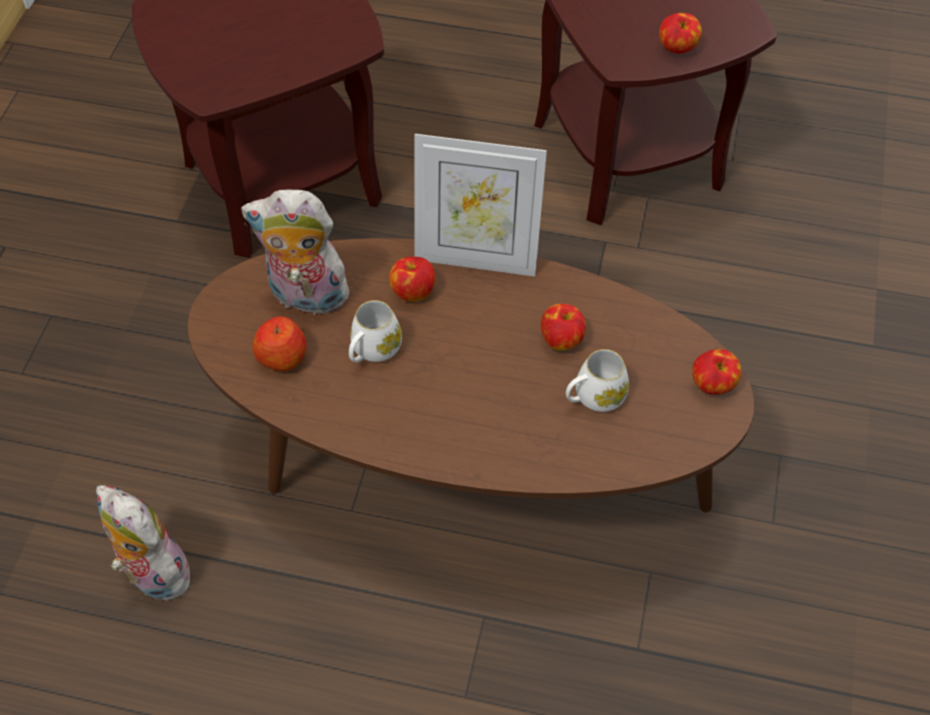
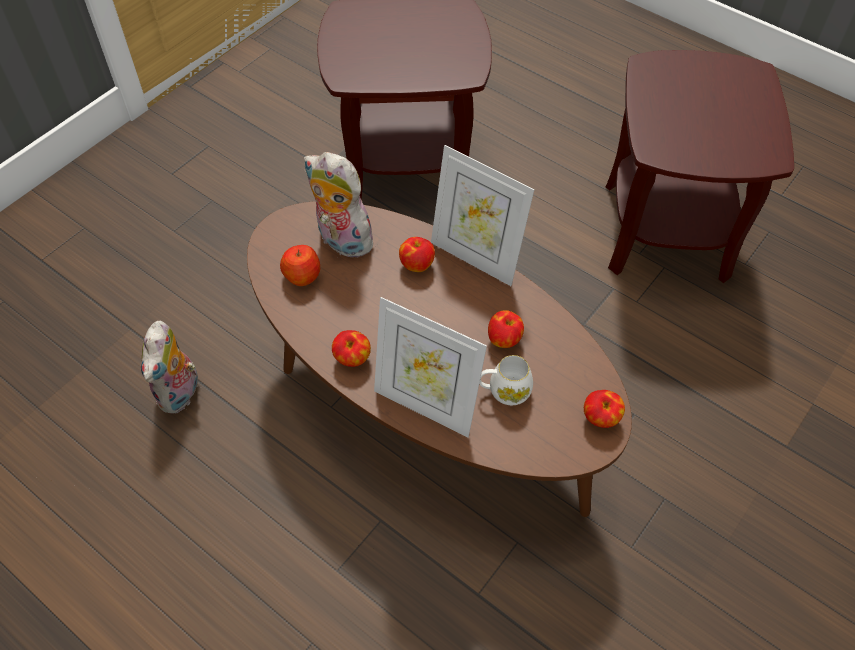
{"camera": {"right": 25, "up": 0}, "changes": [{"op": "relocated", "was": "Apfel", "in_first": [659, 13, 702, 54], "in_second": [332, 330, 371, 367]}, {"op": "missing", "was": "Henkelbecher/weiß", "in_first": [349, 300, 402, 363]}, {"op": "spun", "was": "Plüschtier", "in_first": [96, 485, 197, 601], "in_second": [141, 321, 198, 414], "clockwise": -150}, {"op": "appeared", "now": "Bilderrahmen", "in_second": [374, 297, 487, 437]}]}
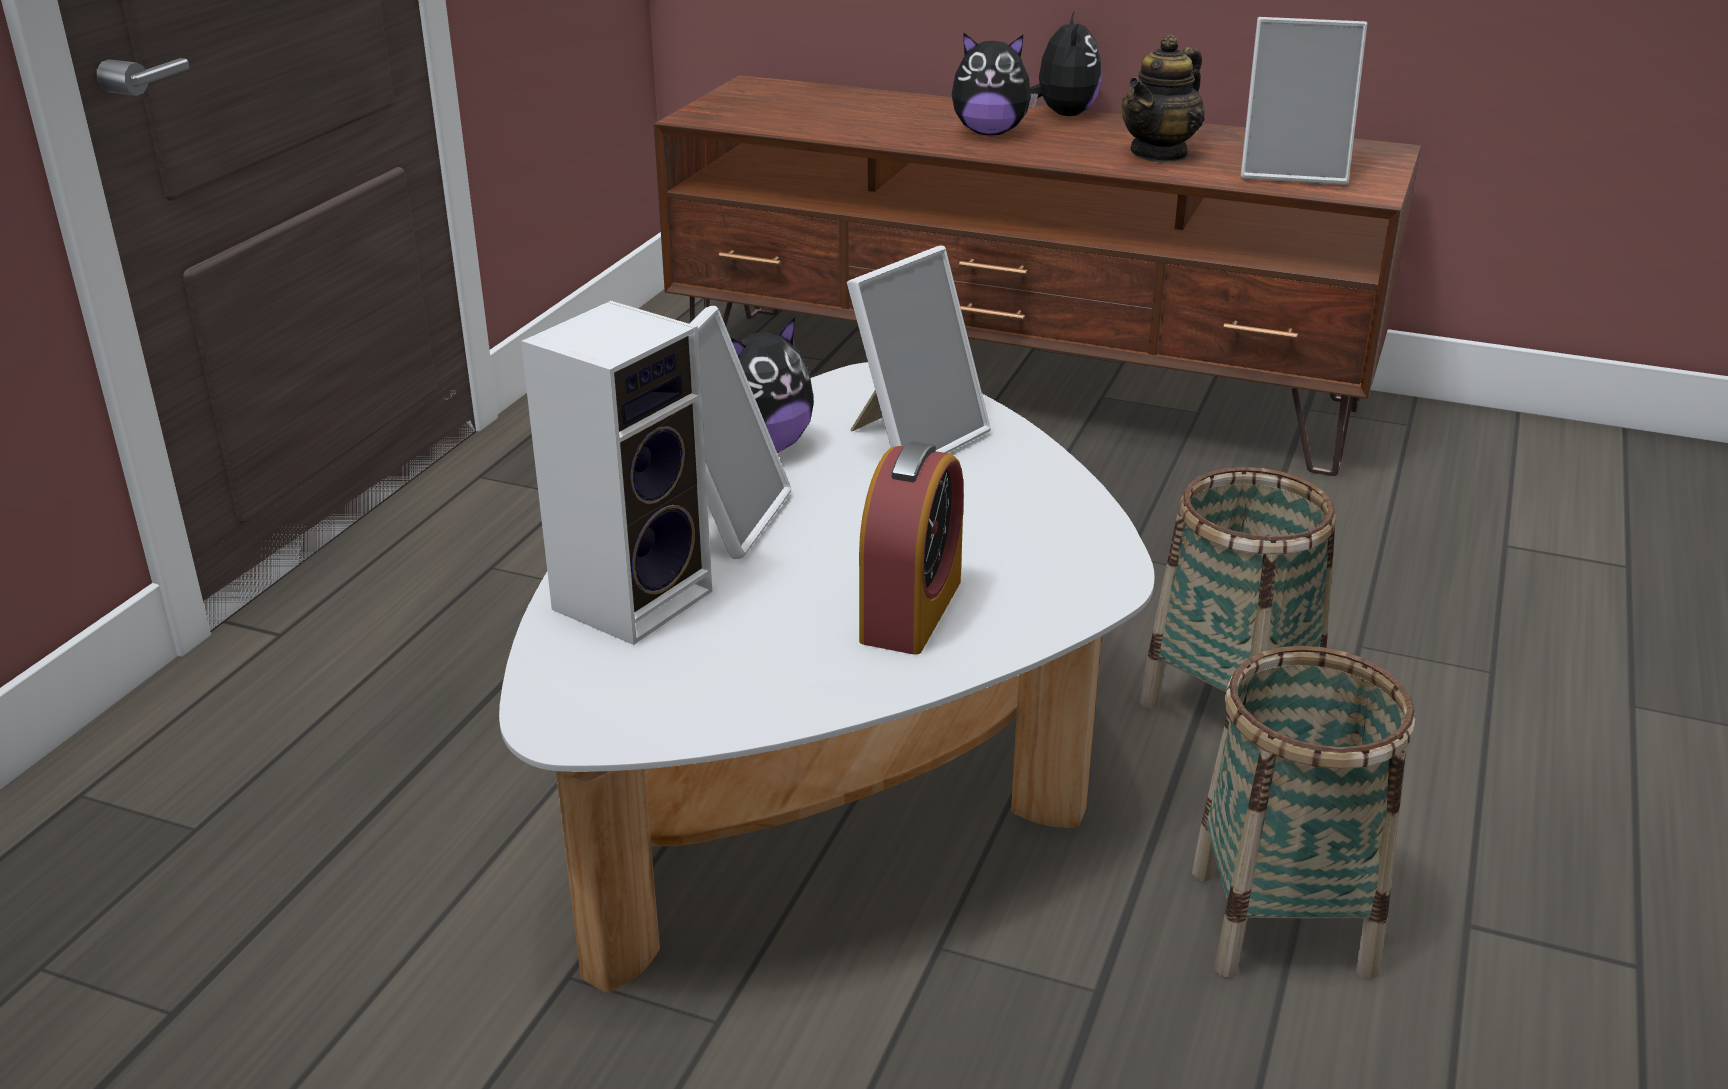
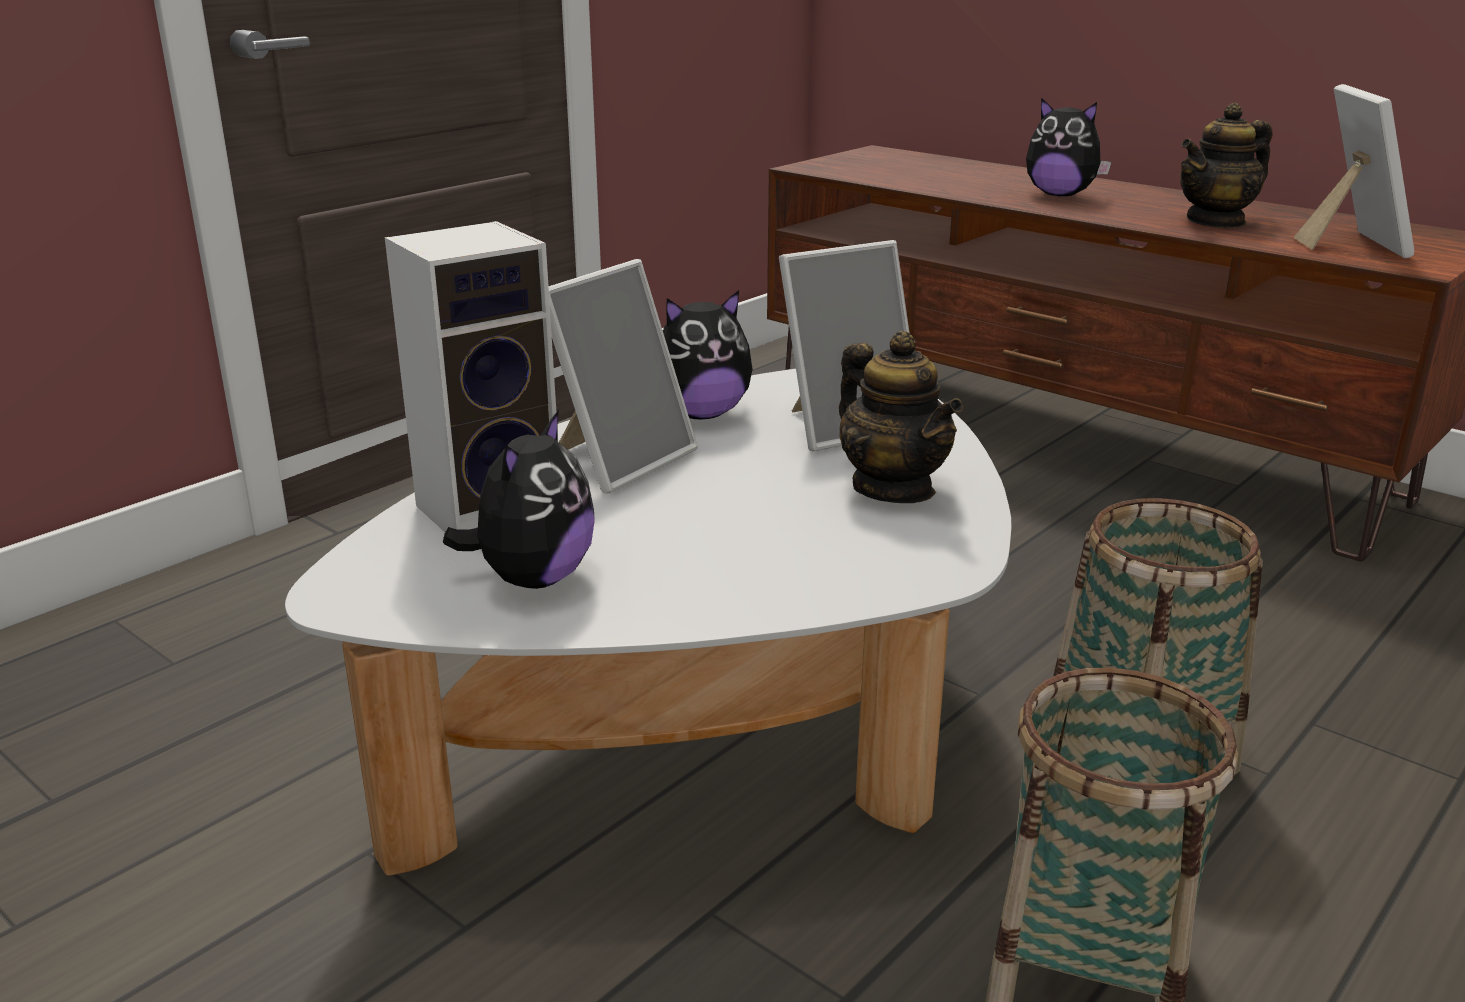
{"camera": {"right": 20, "up": -5}, "changes": [{"op": "relocated", "was": "Plüschtier", "in_first": [1030, 10, 1102, 116], "in_second": [443, 410, 595, 589]}, {"op": "spun", "was": "Bilderrahmen", "in_first": [1241, 17, 1367, 185], "in_second": [1293, 84, 1414, 258], "clockwise": -120}, {"op": "missing", "was": "Wecker", "in_first": [859, 441, 964, 655]}, {"op": "appeared", "now": "Teekanne", "in_second": [839, 331, 963, 503]}]}
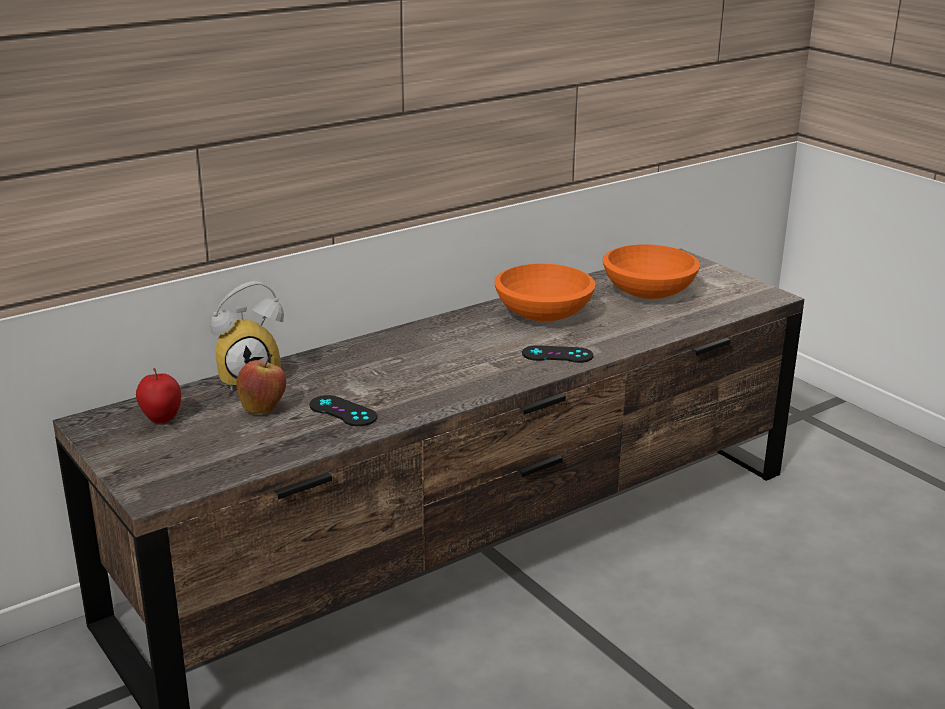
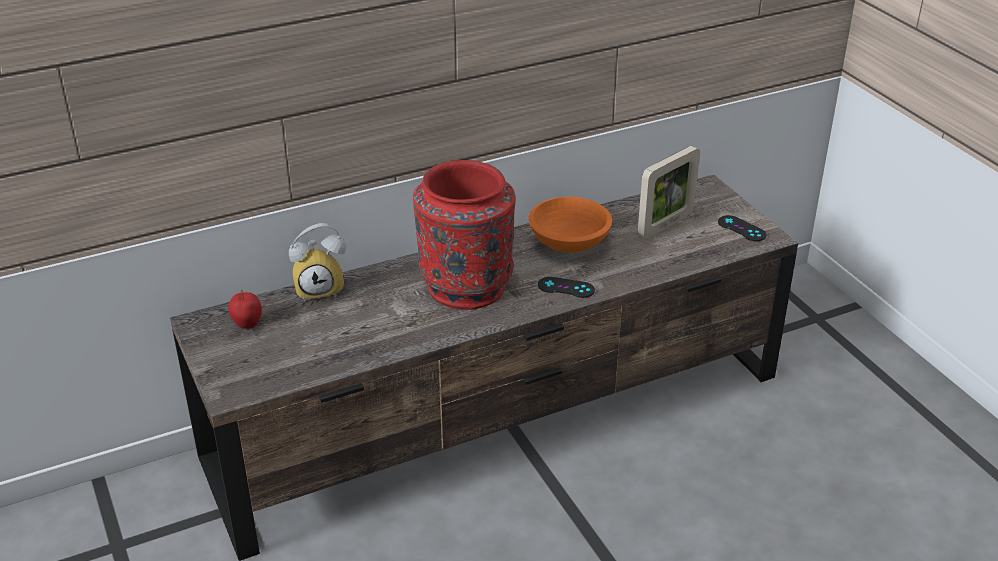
{"camera": {"right": 10, "up": 10}, "changes": [{"op": "exchanged", "was": "Schüssel/orange", "now": "Bilderrahmen", "in_first": [603, 244, 700, 299], "in_second": [638, 146, 700, 239]}, {"op": "missing", "was": "Apfel", "in_first": [236, 354, 286, 414]}, {"op": "relocated", "was": "Gamepad/schwarz", "in_first": [309, 395, 377, 426], "in_second": [718, 215, 766, 241]}, {"op": "appeared", "now": "Vase/rot", "in_second": [413, 160, 515, 310]}]}
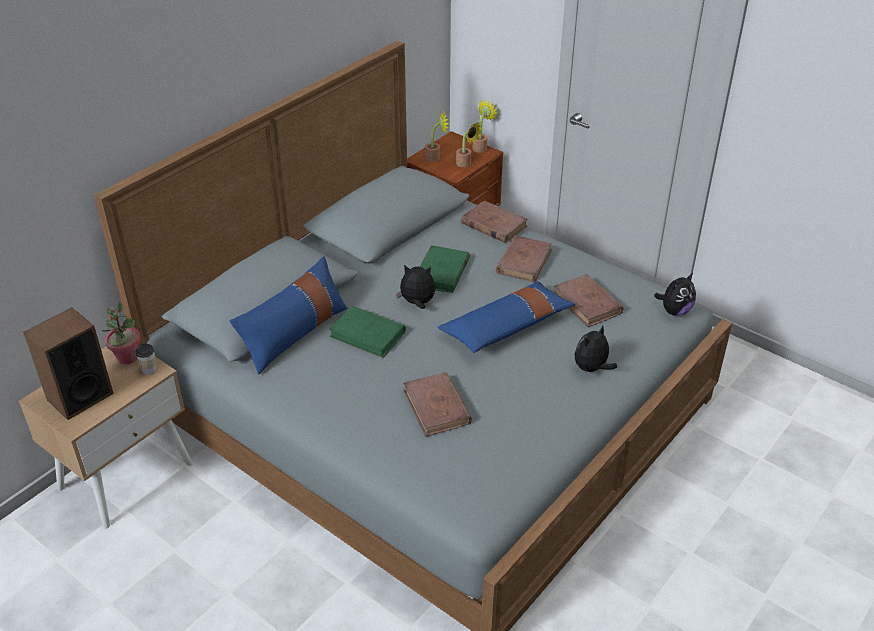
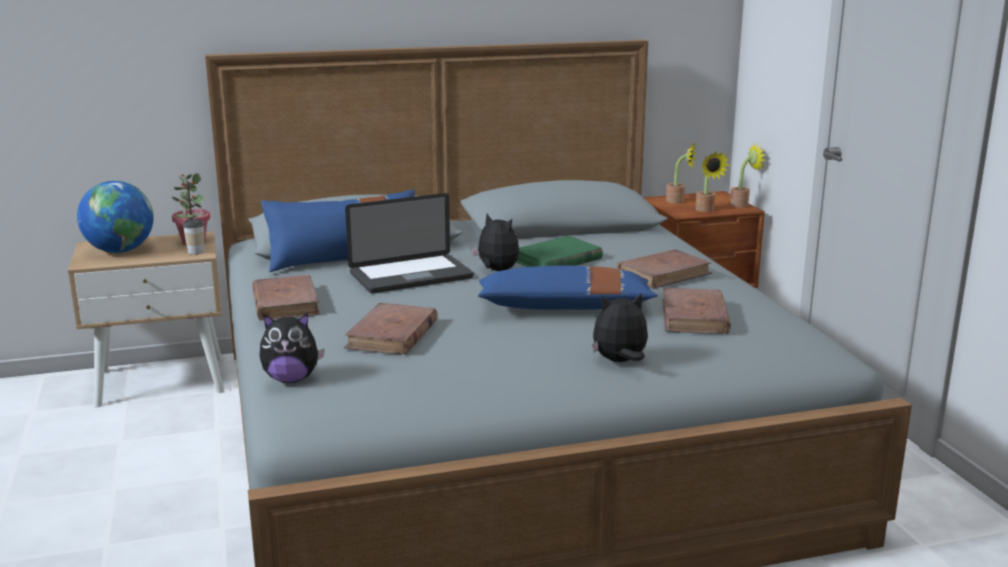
{"camera": {"right": 35, "up": -20}, "changes": [{"op": "relocated", "was": "Buch/braun", "in_first": [461, 200, 528, 243], "in_second": [252, 275, 320, 321]}, {"op": "relocated", "was": "Plüschtier", "in_first": [654, 273, 696, 316], "in_second": [259, 313, 325, 383]}, {"op": "exchanged", "was": "Buch/grün", "now": "Laptop", "in_first": [329, 306, 406, 358], "in_second": [345, 193, 474, 293]}, {"op": "exchanged", "was": "Lautsprecher", "now": "Globus", "in_first": [23, 307, 114, 420], "in_second": [77, 181, 153, 253]}]}
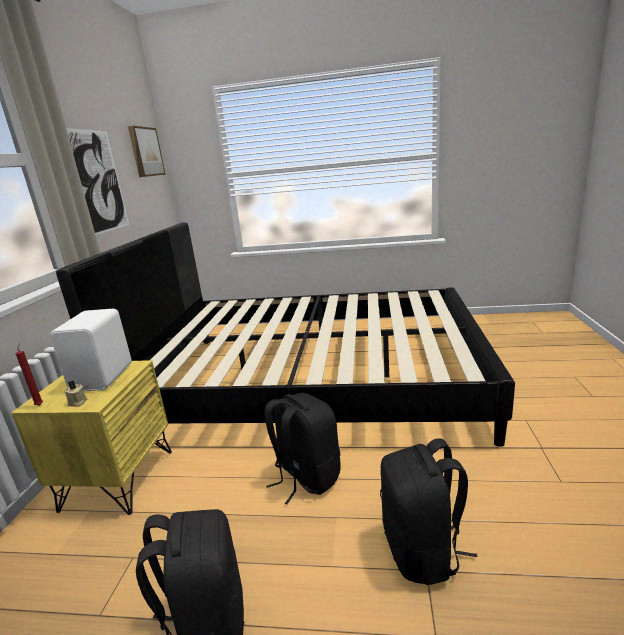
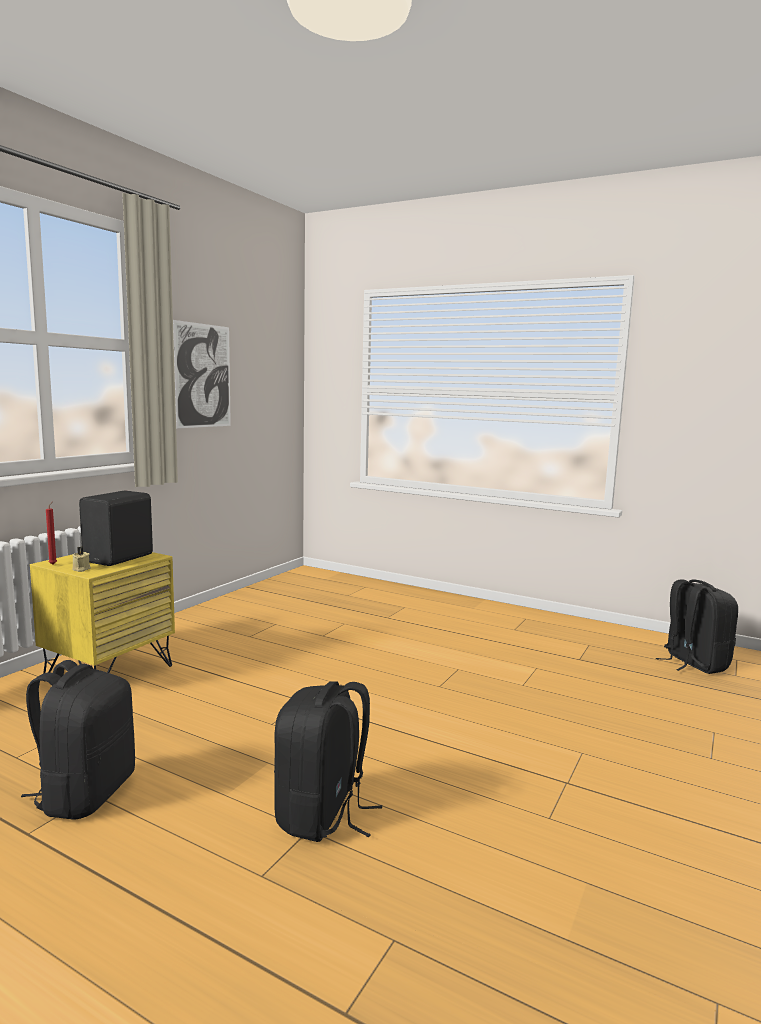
{"camera": {"right": 20, "up": -10}, "changes": [{"op": "missing", "was": "Bild", "in_first": [128, 126, 165, 177]}, {"op": "missing", "was": "Bett/schwarz", "in_first": [56, 222, 515, 447]}, {"op": "colour", "was": "Lautsprecher/weiß", "now": "Lautsprecher/schwarz", "in_first": [50, 309, 132, 391], "in_second": [79, 490, 153, 566]}, {"op": "relocated", "was": "Rucksack/schwarz", "in_first": [265, 393, 341, 504], "in_second": [656, 579, 738, 674]}]}
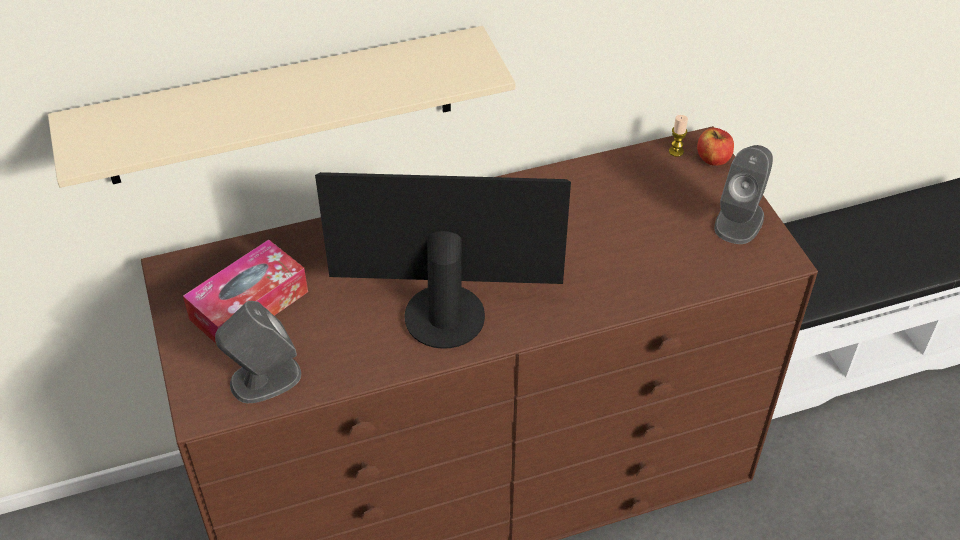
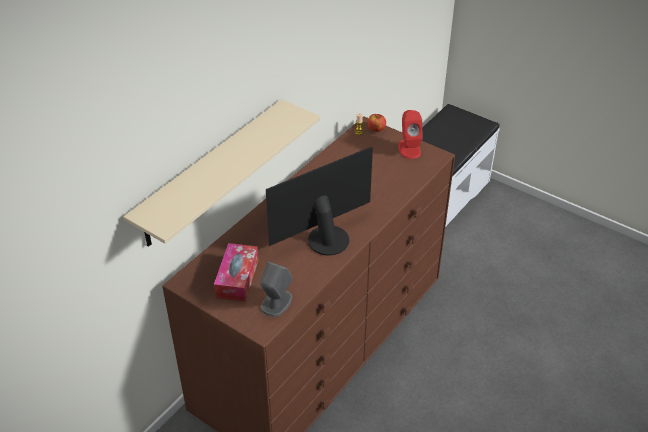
{"camera": {"right": -35, "up": -5}, "changes": [{"op": "colour", "was": "Lautsprecher/grau", "now": "Lautsprecher/rot", "in_first": [714, 145, 773, 244], "in_second": [398, 110, 423, 159]}]}
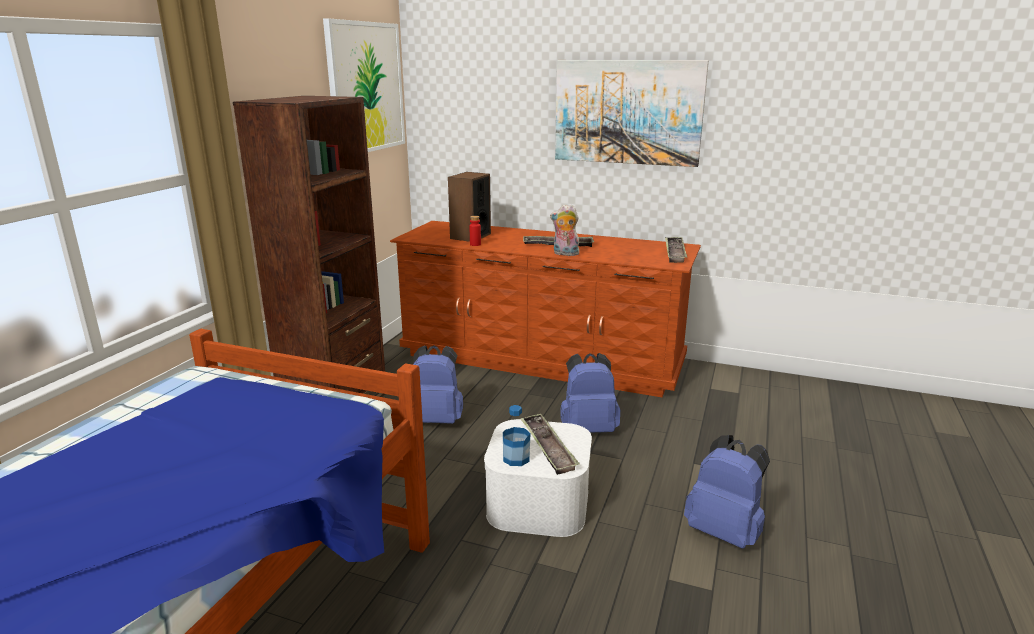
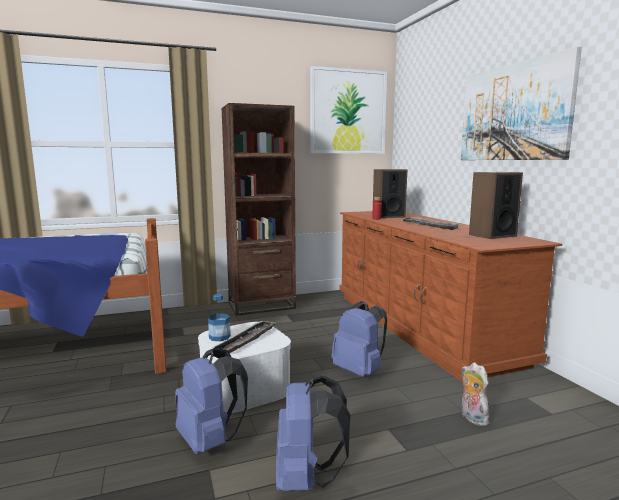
{"camera": {"right": 50, "up": -10}, "changes": [{"op": "relocated", "was": "Plüschtier", "in_first": [550, 205, 579, 256], "in_second": [461, 362, 489, 426]}, {"op": "missing", "was": "Tablett", "in_first": [665, 237, 687, 263]}, {"op": "relocated", "was": "Rucksack/blau", "in_first": [413, 346, 463, 424], "in_second": [175, 347, 248, 455]}, {"op": "appeared", "now": "Lautsprecher", "in_second": [469, 172, 523, 239]}]}
